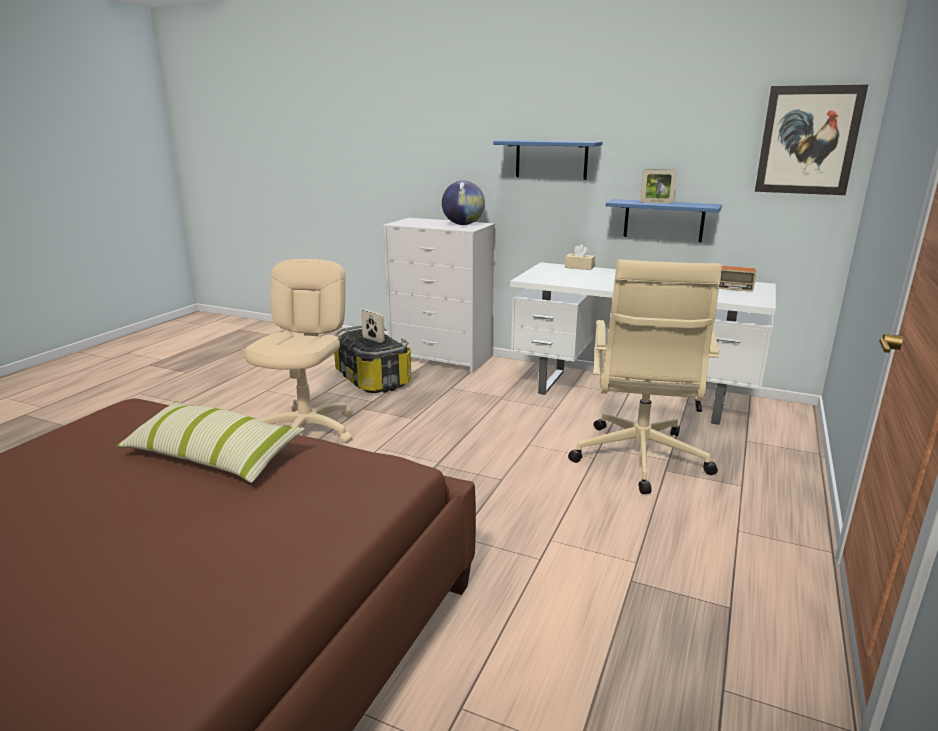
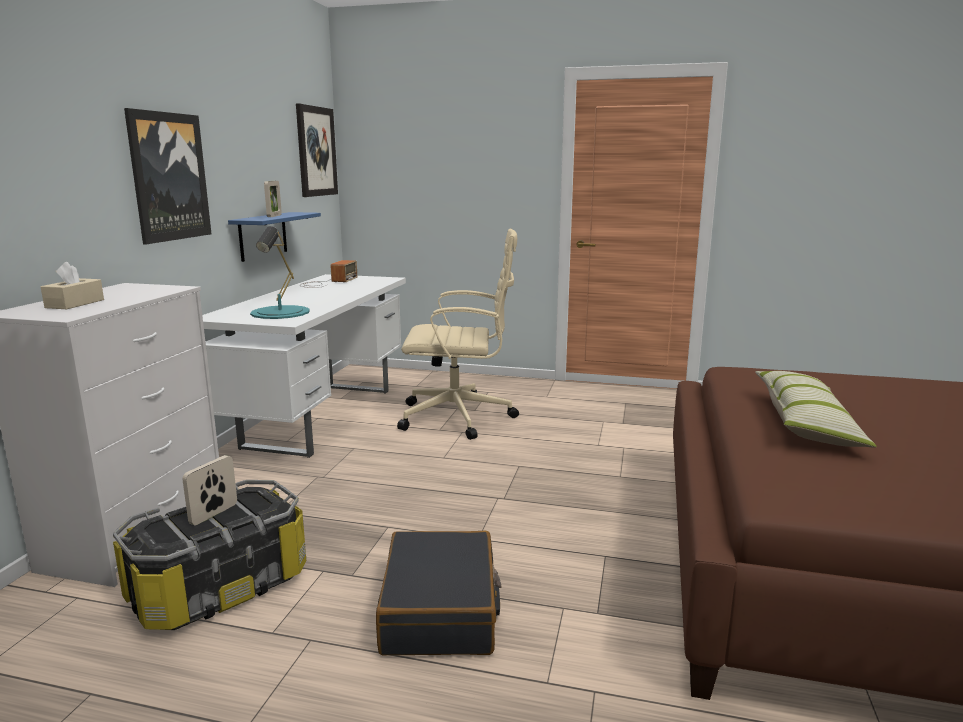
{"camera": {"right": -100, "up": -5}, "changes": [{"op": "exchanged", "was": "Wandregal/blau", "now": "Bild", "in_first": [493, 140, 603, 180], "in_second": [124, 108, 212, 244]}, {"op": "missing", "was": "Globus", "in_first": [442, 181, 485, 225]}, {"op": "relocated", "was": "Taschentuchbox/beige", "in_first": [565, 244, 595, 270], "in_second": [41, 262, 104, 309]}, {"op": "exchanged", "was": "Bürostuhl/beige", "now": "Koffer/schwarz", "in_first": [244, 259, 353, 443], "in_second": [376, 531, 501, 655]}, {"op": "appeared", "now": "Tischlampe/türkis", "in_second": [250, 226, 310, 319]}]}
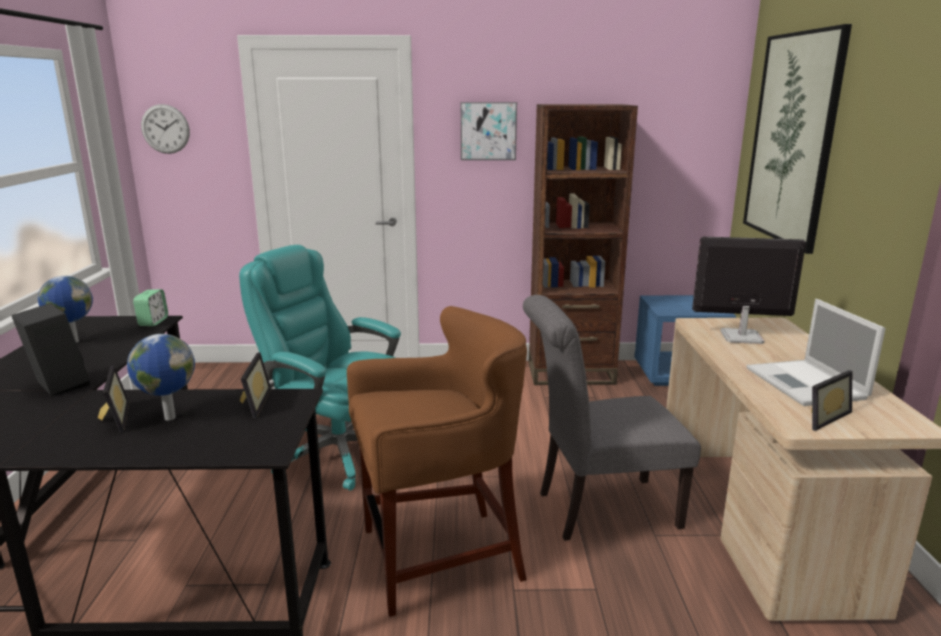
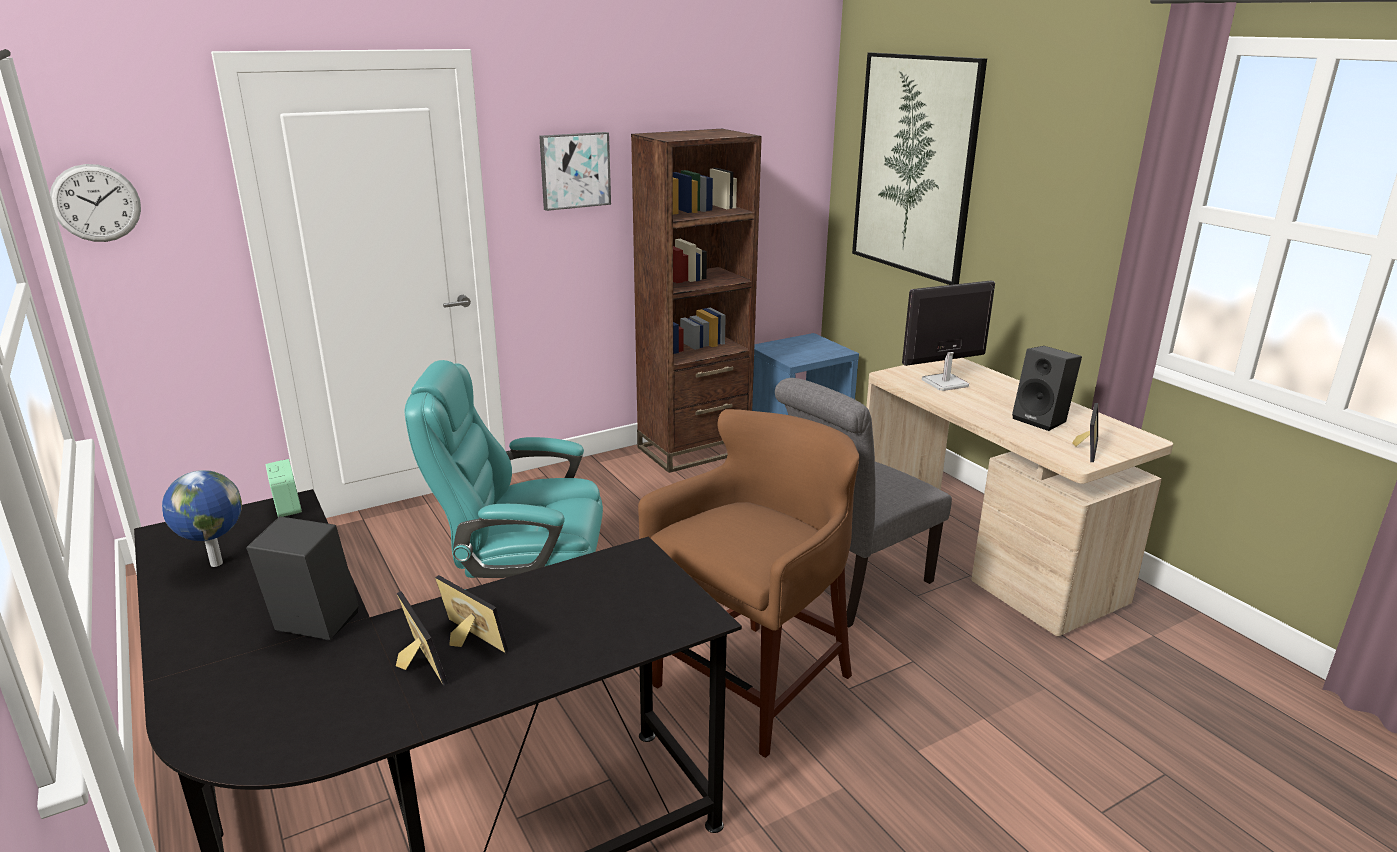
{"camera": {"right": -30, "up": 5}, "changes": [{"op": "exchanged", "was": "Laptop", "now": "Lautsprecher/schwarz", "in_first": [747, 299, 886, 406], "in_second": [1012, 346, 1082, 431]}, {"op": "missing", "was": "Globus", "in_first": [127, 334, 195, 420]}, {"op": "relocated", "was": "Bilderrahmen", "in_first": [240, 352, 271, 418], "in_second": [396, 591, 448, 686]}]}
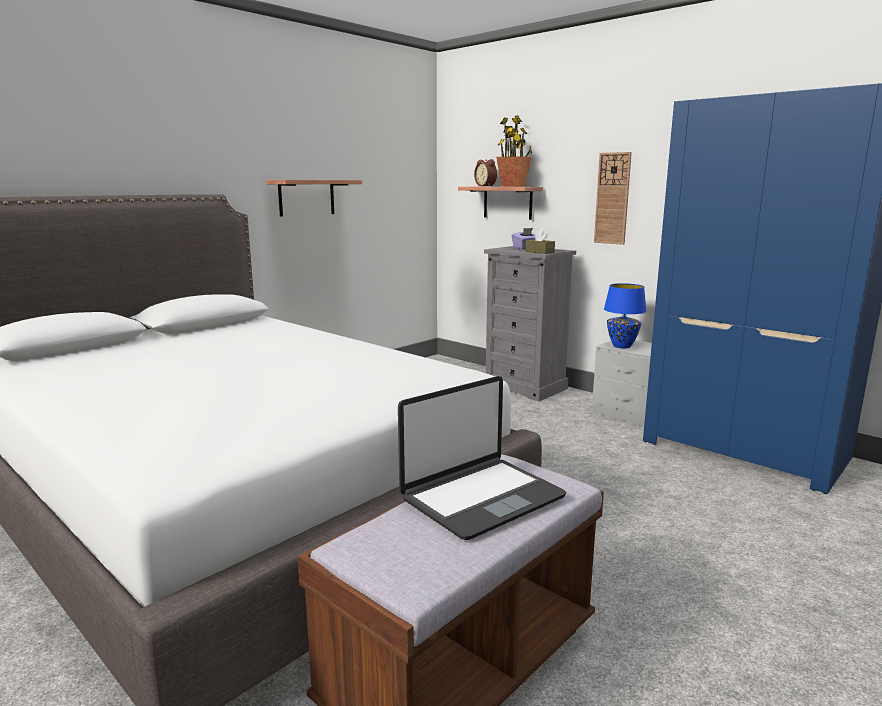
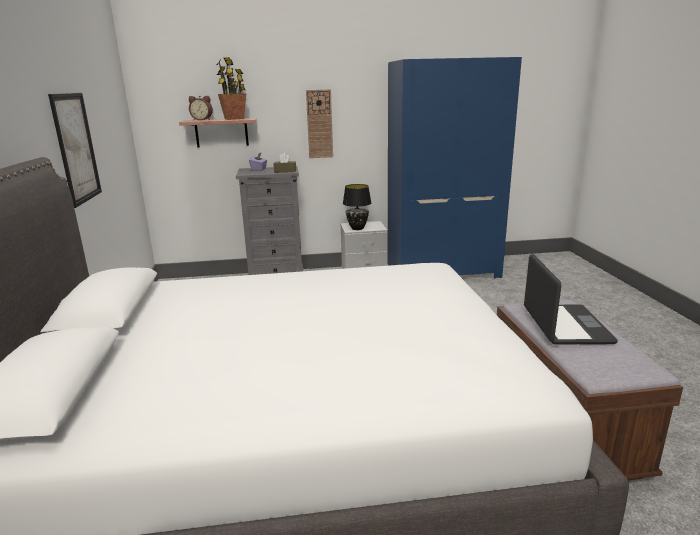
{"camera": {"right": -50, "up": 5}, "changes": [{"op": "exchanged", "was": "Wandregal", "now": "Bild", "in_first": [266, 180, 362, 217], "in_second": [48, 93, 102, 208]}, {"op": "colour", "was": "Tischlampe/blau", "now": "Tischlampe/schwarz", "in_first": [604, 283, 647, 348], "in_second": [343, 184, 372, 230]}]}
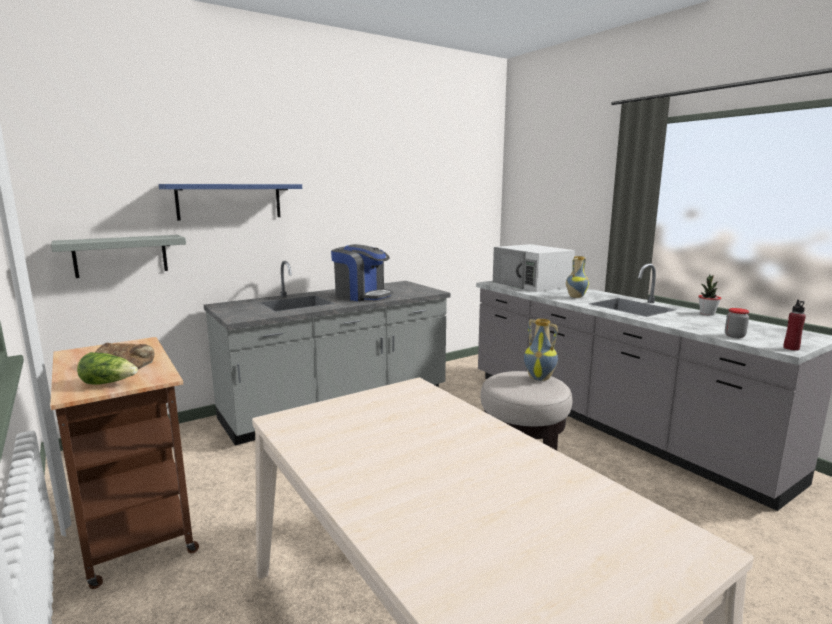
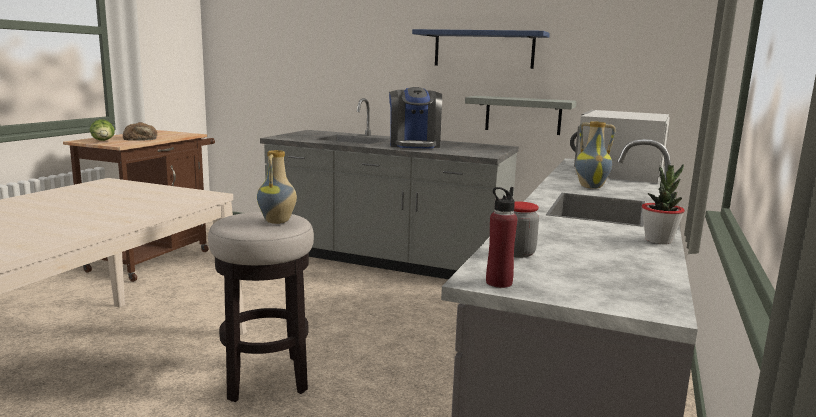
{"camera": {"right": 55, "up": 0}, "changes": [{"op": "relocated", "was": "Wandregal/blau", "in_first": [159, 184, 302, 221], "in_second": [412, 29, 550, 69]}, {"op": "relocated", "was": "Wandregal/grau", "in_first": [51, 235, 186, 278], "in_second": [465, 96, 577, 135]}]}
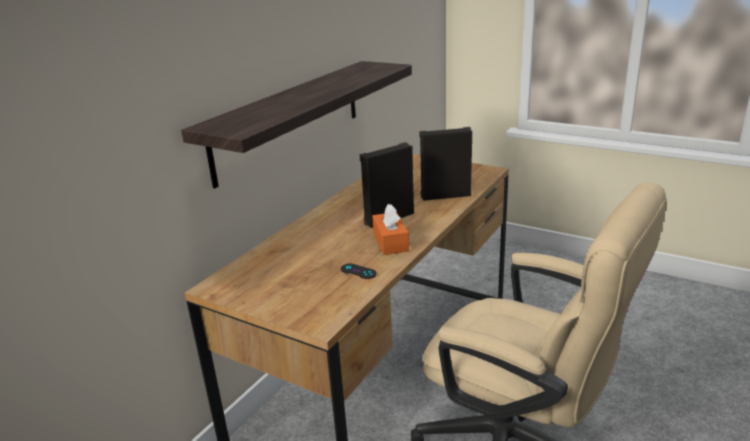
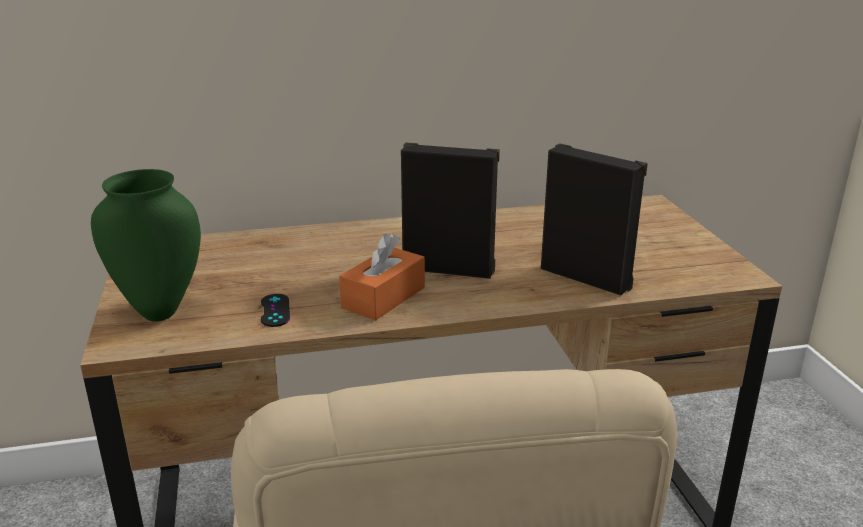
{"camera": {"right": 45, "up": 0}, "changes": [{"op": "missing", "was": "Wandregal", "in_first": [181, 61, 412, 188]}, {"op": "appeared", "now": "Vase/grün", "in_second": [91, 169, 201, 322]}]}
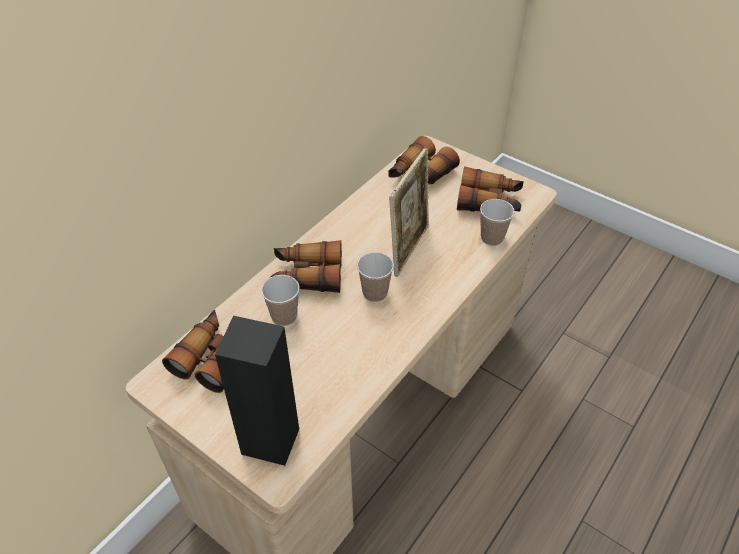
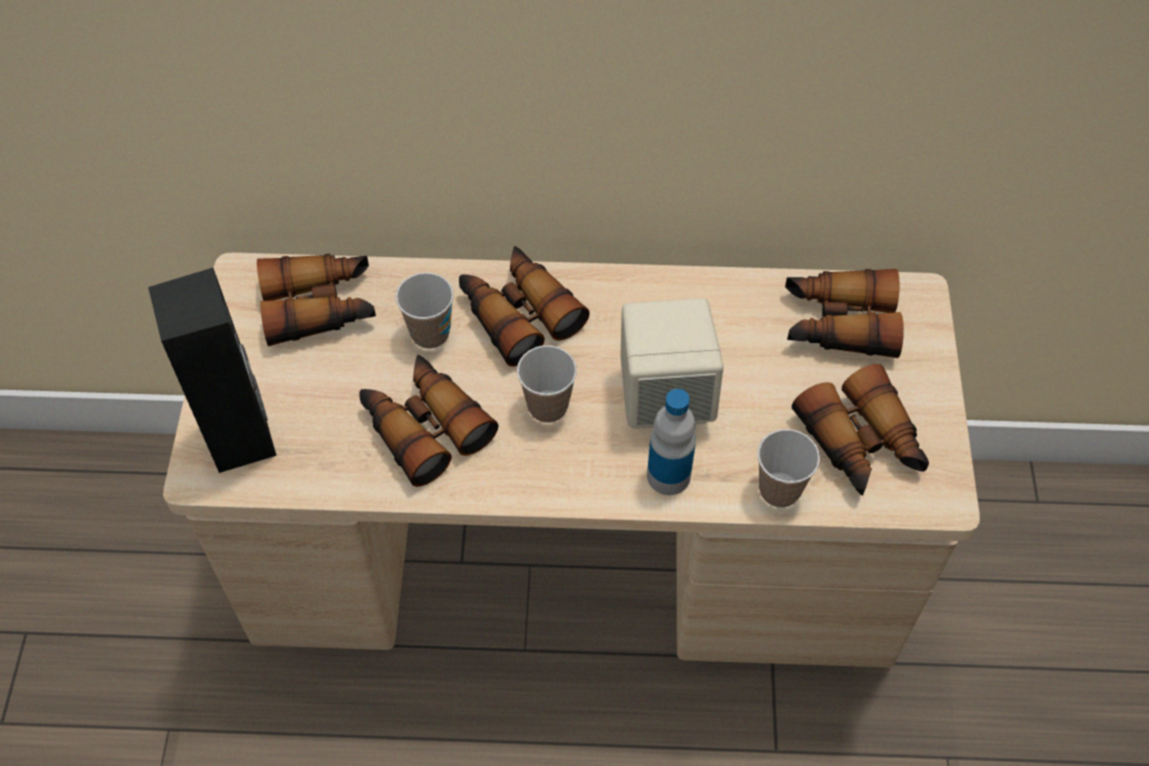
{"camera": {"right": 55, "up": 10}, "changes": [{"op": "exchanged", "was": "Bilderrahmen", "now": "Lautsprecher/beige", "in_first": [389, 147, 429, 277], "in_second": [620, 298, 723, 429]}, {"op": "appeared", "now": "Fernglas", "in_second": [359, 355, 499, 487]}, {"op": "appeared", "now": "Flasche", "in_second": [647, 389, 696, 495]}]}
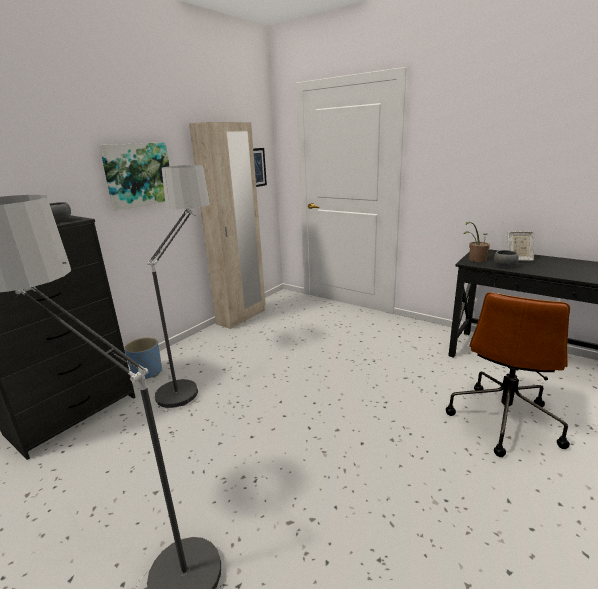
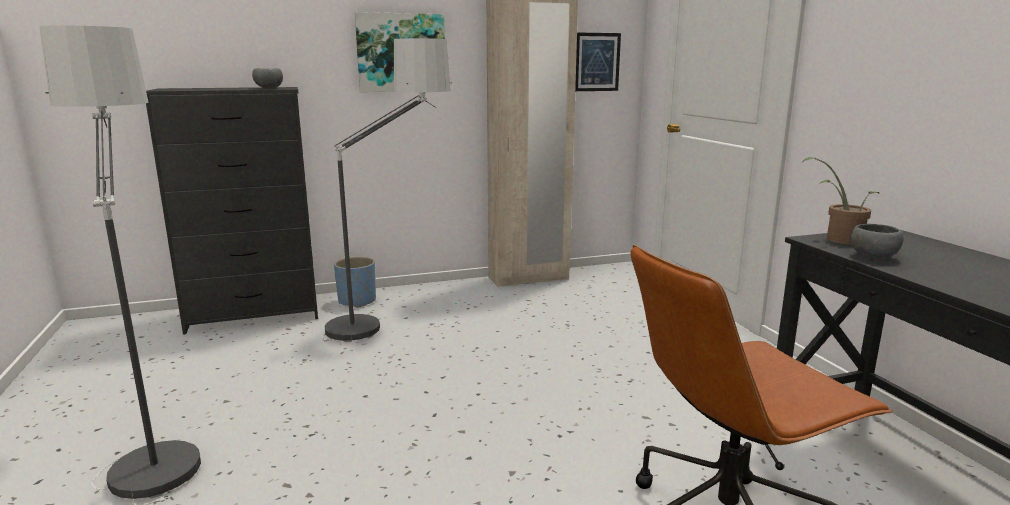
{"camera": {"right": 35, "up": -5}, "changes": [{"op": "missing", "was": "Bilderrahmen", "in_first": [508, 231, 534, 261]}]}
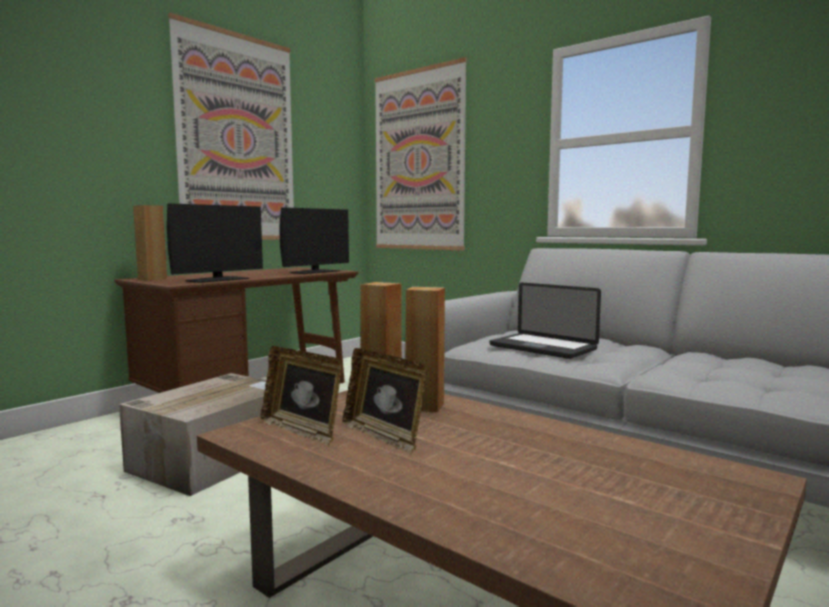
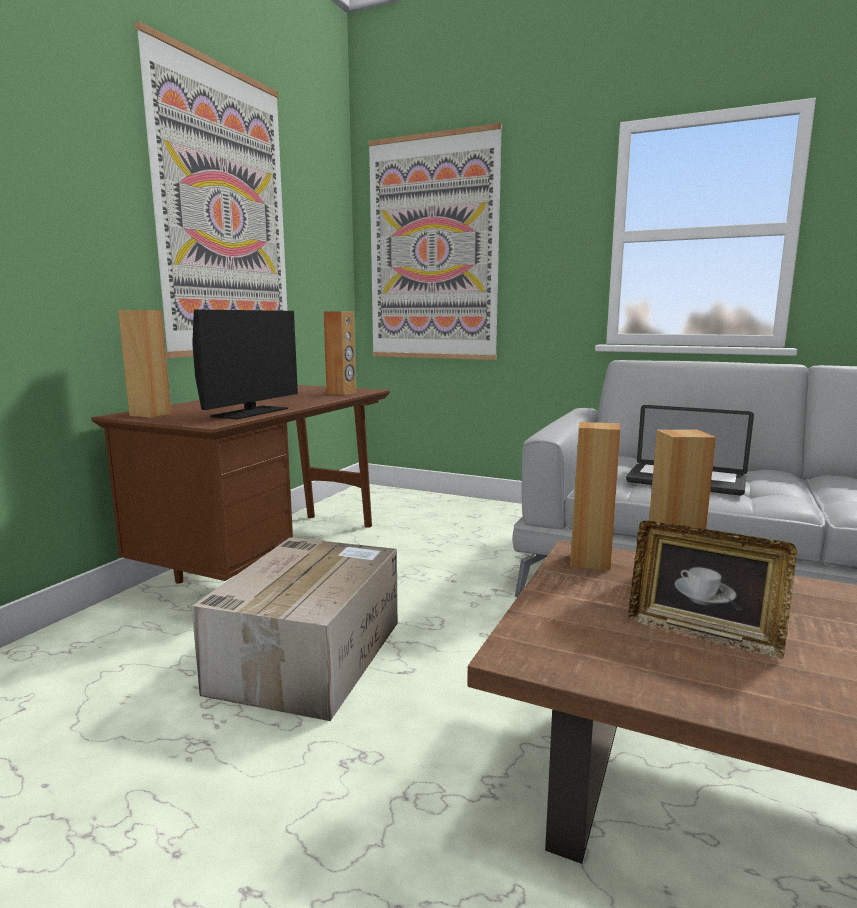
{"camera": {"right": -15, "up": 5}, "changes": [{"op": "exchanged", "was": "Monitor", "now": "Lautsprecher/braun", "in_first": [279, 207, 349, 274], "in_second": [324, 311, 356, 395]}, {"op": "missing", "was": "Bilderrahmen", "in_first": [260, 346, 342, 445]}]}
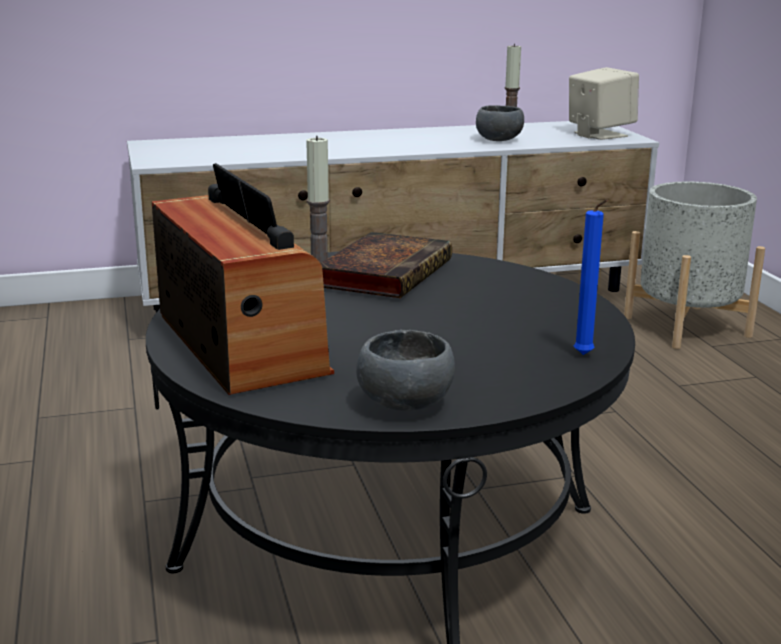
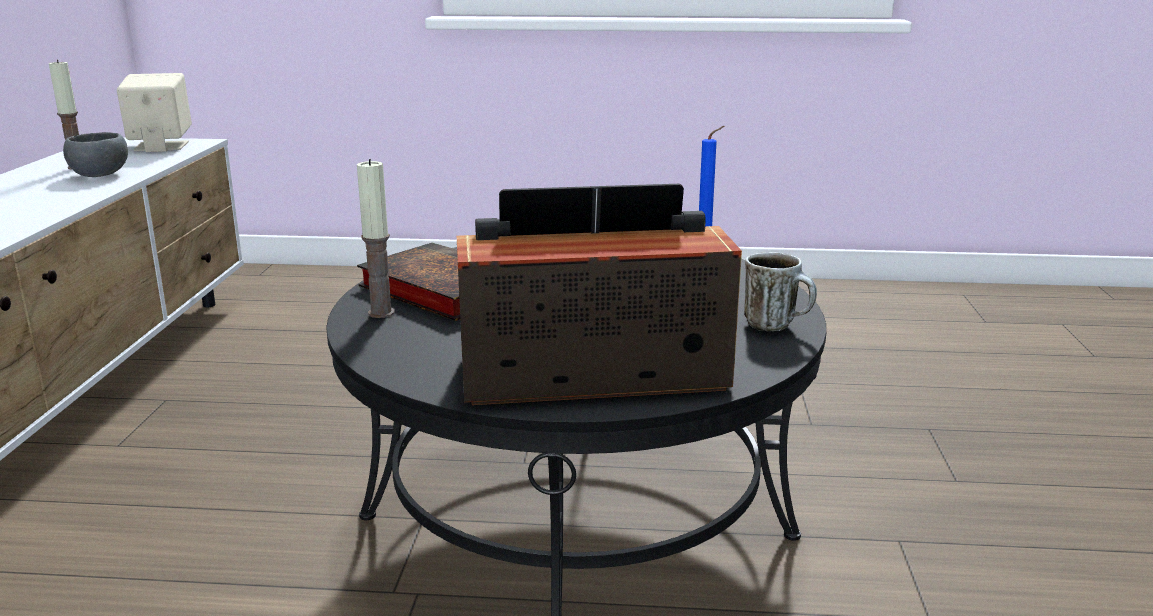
{"camera": {"right": -70, "up": 0}, "changes": [{"op": "missing", "was": "Pflanzkübel/grau", "in_first": [624, 182, 765, 349]}, {"op": "exchanged", "was": "Schüssel/grau", "now": "Henkelbecher", "in_first": [356, 330, 455, 411], "in_second": [744, 252, 817, 331]}]}
